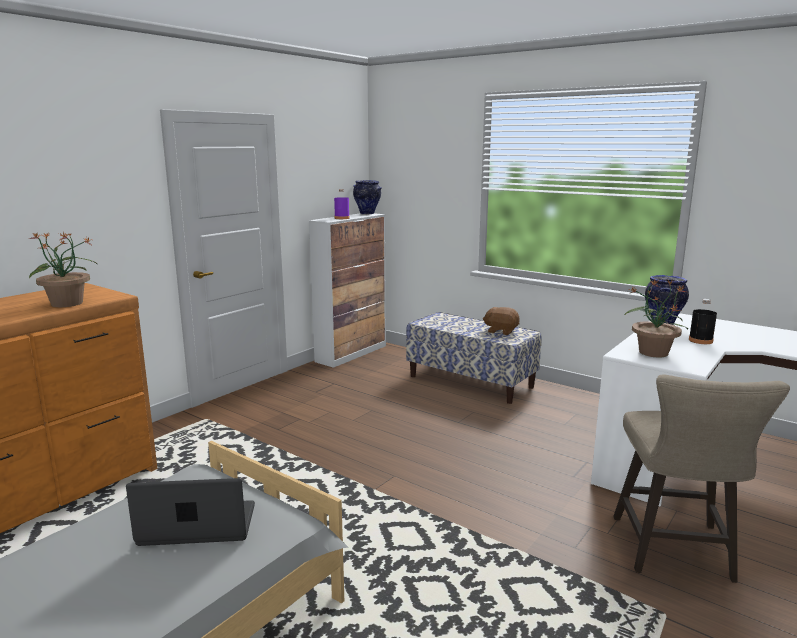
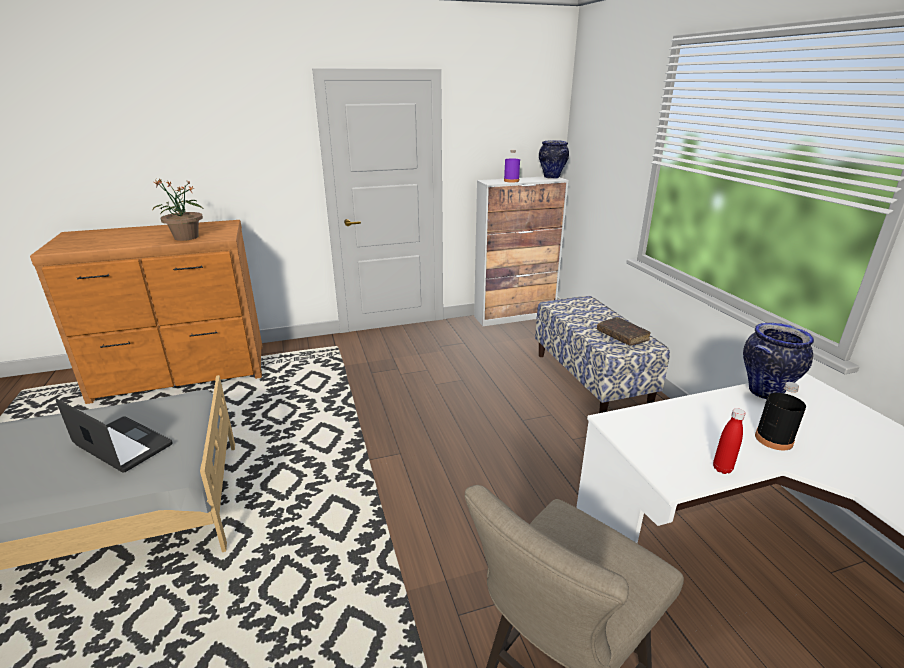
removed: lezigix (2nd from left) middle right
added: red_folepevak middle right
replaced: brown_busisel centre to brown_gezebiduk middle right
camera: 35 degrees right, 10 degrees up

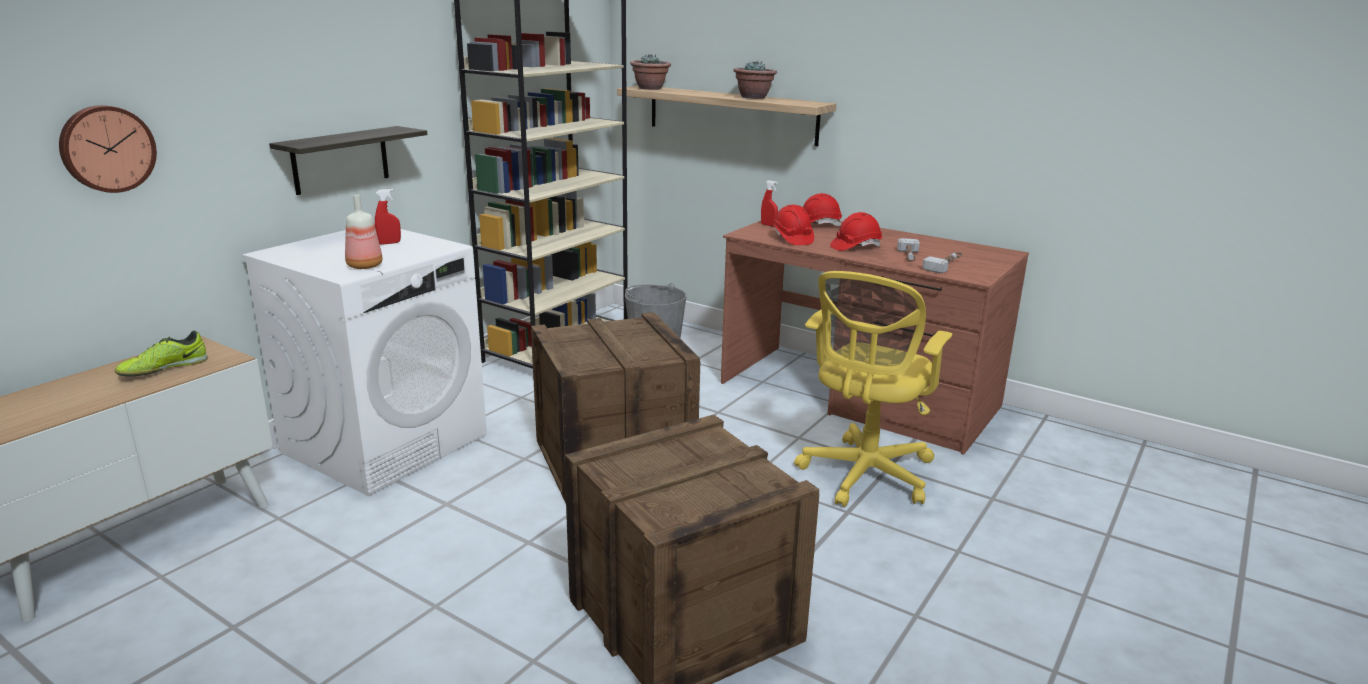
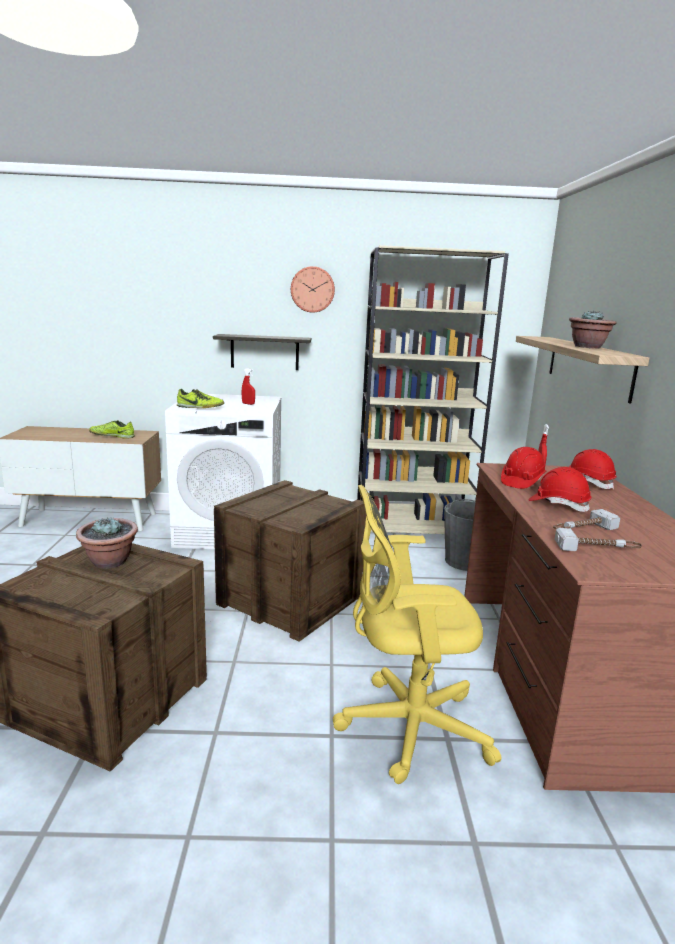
moved: lezigix (1st from left) top centre to middle left; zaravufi top left to top centre
replaced: folepevak middle left to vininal (2nd from left) middle left
camera: 55 degrees right, 5 degrees down

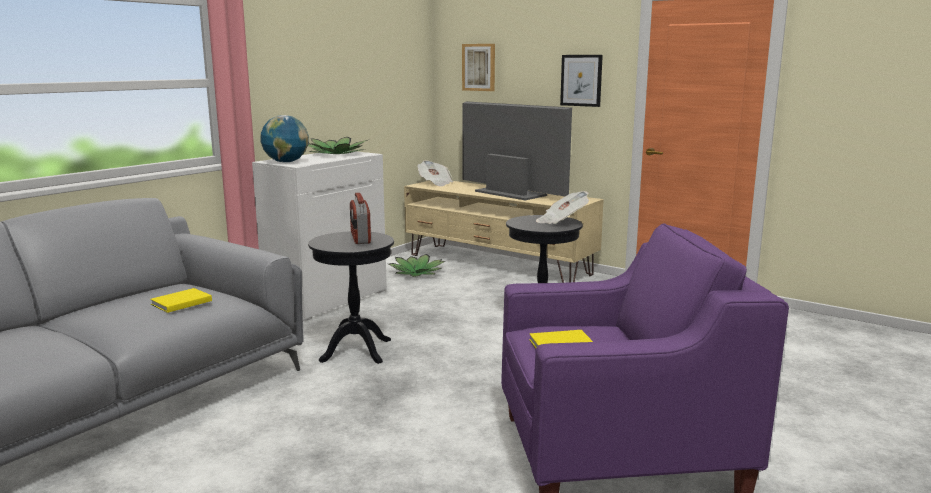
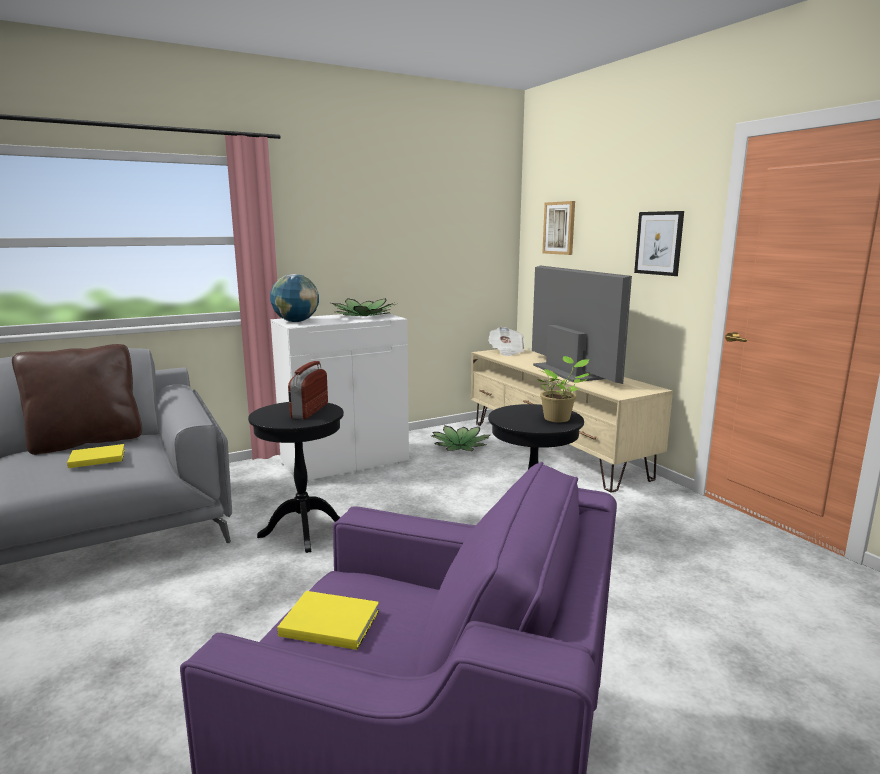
added: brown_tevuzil middle left
replaced: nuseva (2nd from left) centre to lezigix (3rd from left) centre
camera: 25 degrees right, 0 degrees up

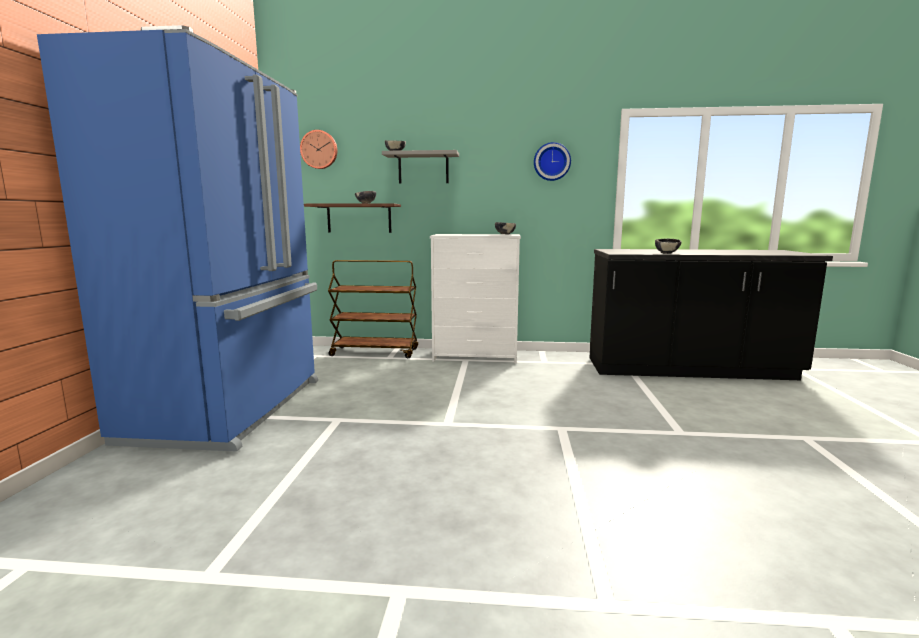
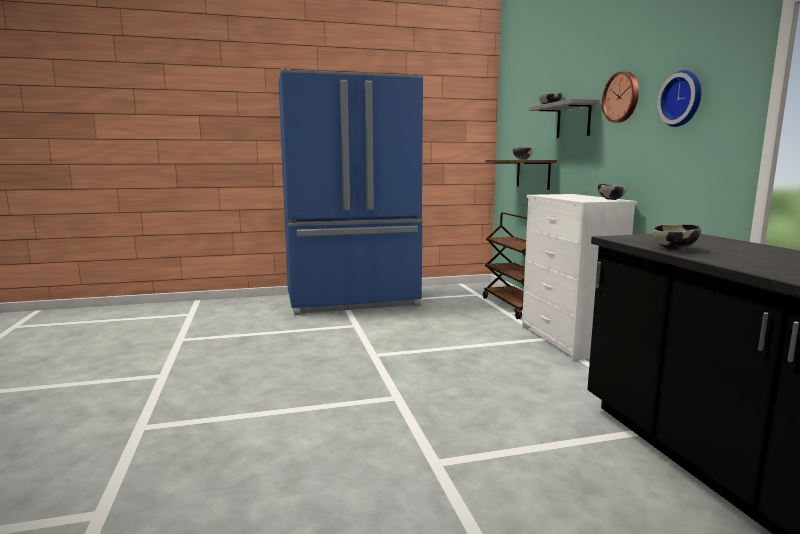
moved: zaravufi (1st from left) top centre to top right
camera: 70 degrees right, 0 degrees up

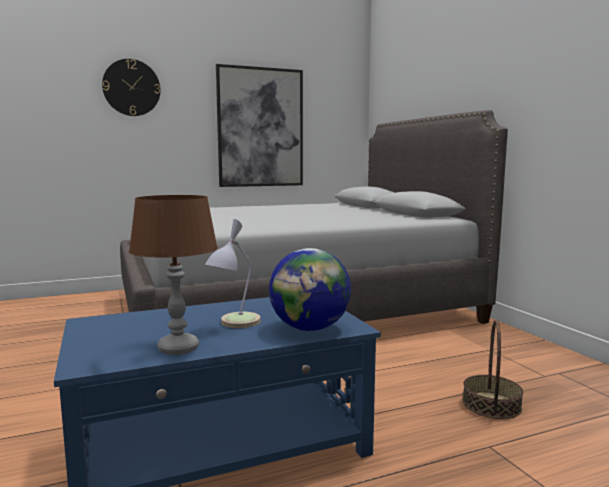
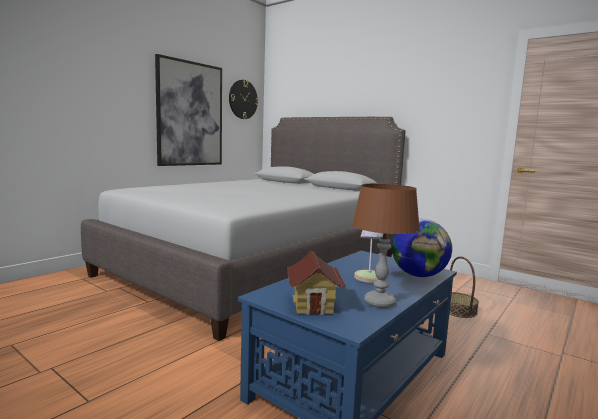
added: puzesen bottom centre
moved: zaravufi top left to top centre
camera: 30 degrees left, 0 degrees up

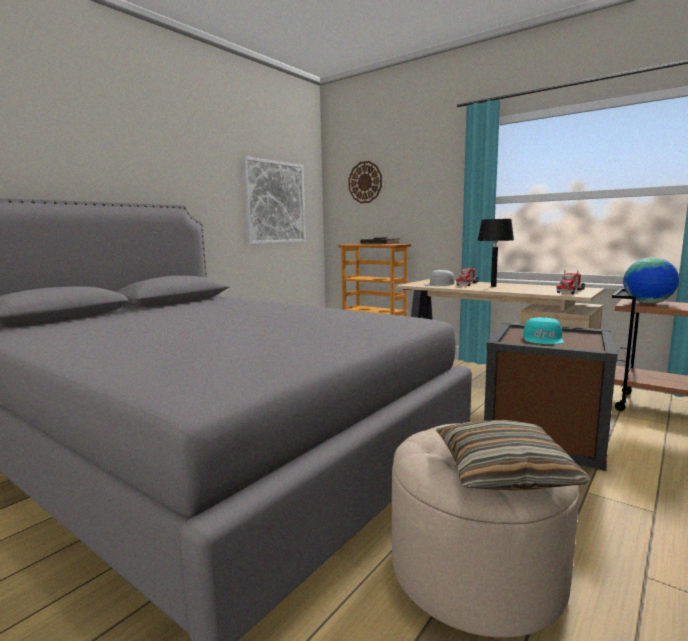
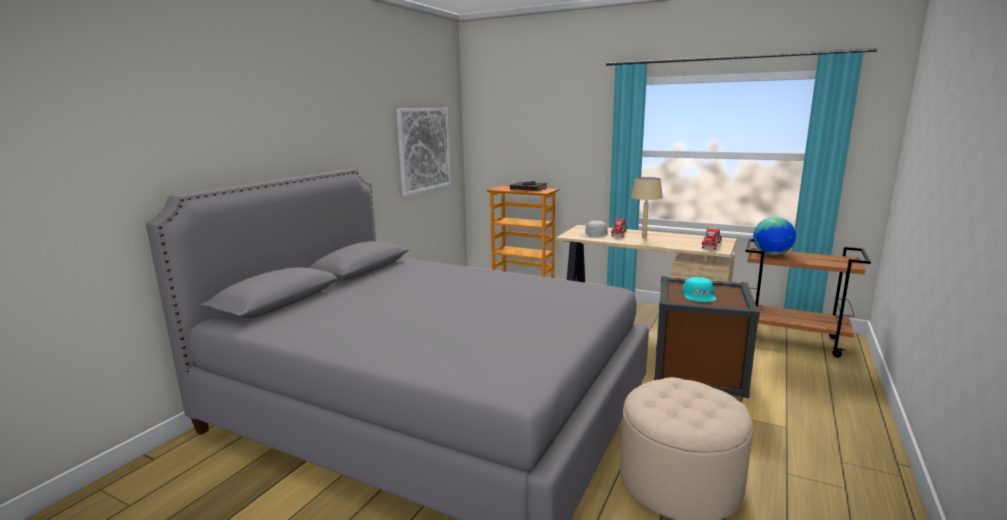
removed: zaravufi top centre; tevuzil bottom right
recoloured: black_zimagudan middle right to beige_zimagudan centre
camera: 10 degrees left, 5 degrees up

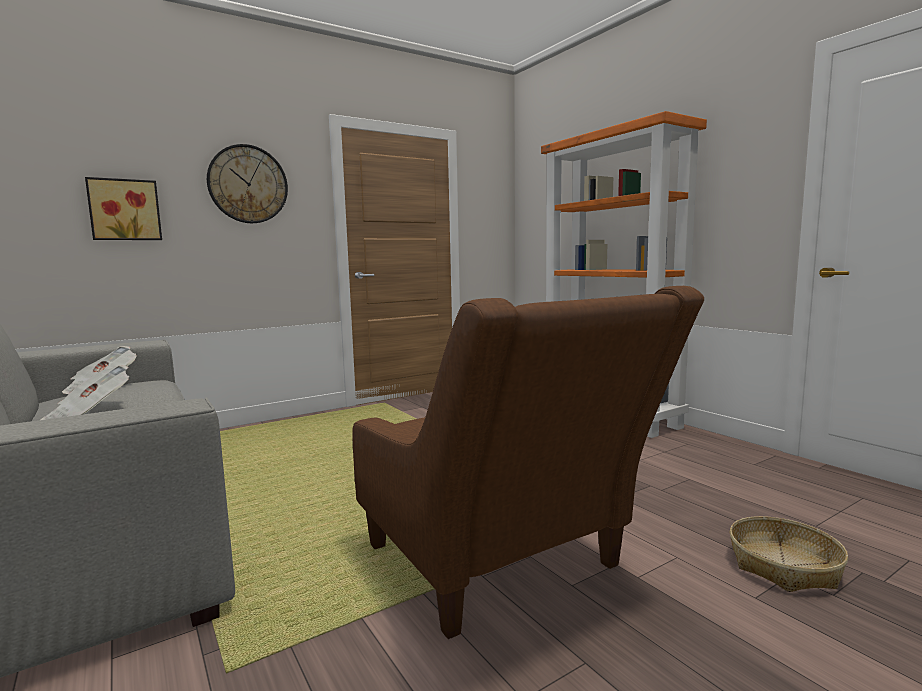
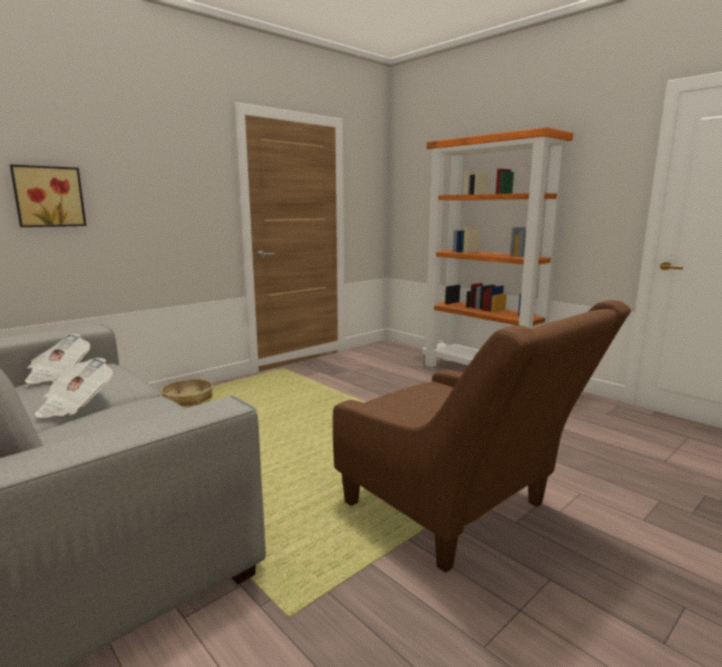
removed: zaravufi top left
moved: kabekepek bottom right to middle left
camera: 10 degrees left, 5 degrees up

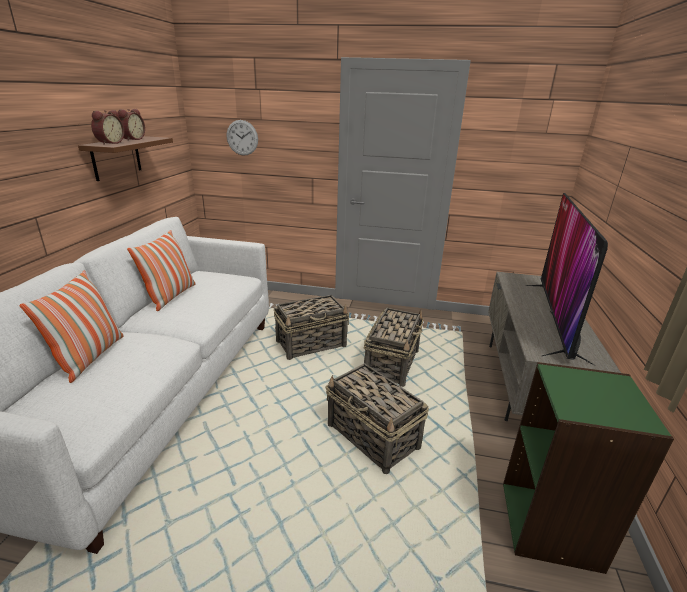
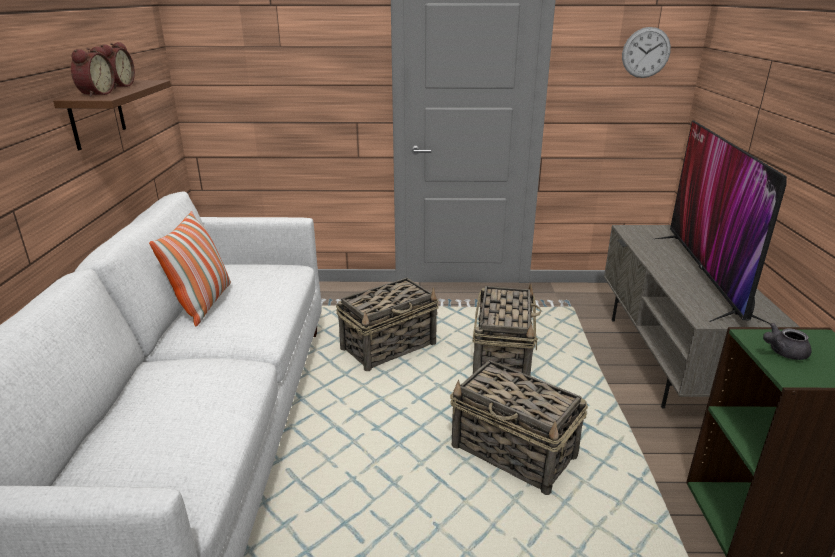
removed: tevuzil (1st from left) middle left
added: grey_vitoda middle right
moved: zaravufi top centre to top right
camera: 10 degrees left, 0 degrees up

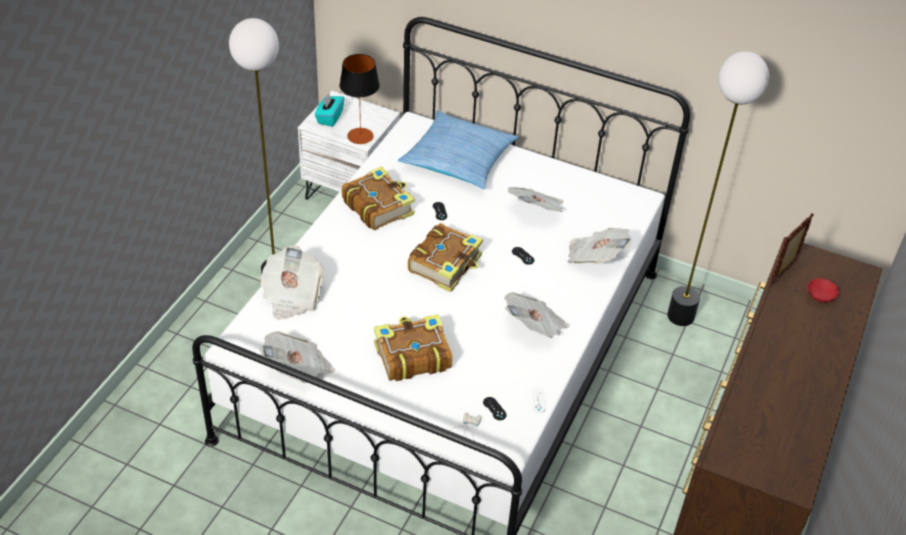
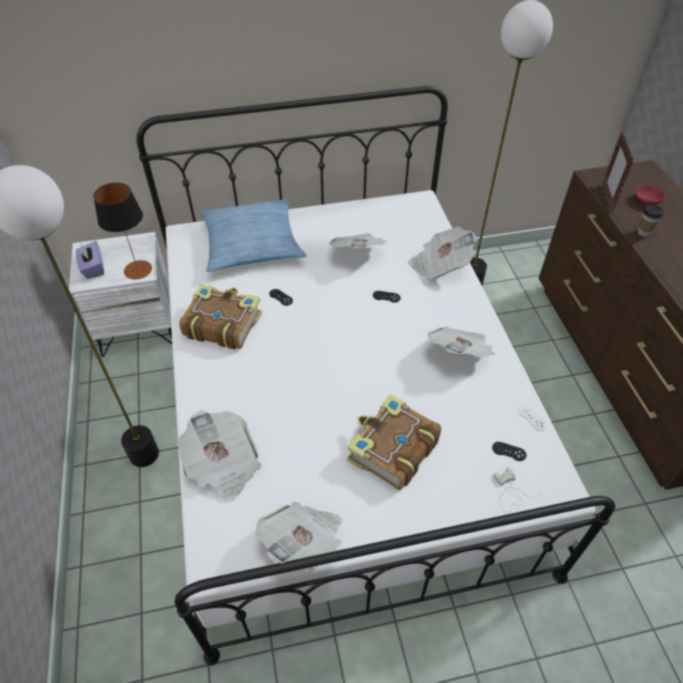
removed: gezebiduk (3rd from left) centre
added: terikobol top right
recoloured: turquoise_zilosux top centre to purple_zilosux middle left
camera: 35 degrees left, 5 degrees up

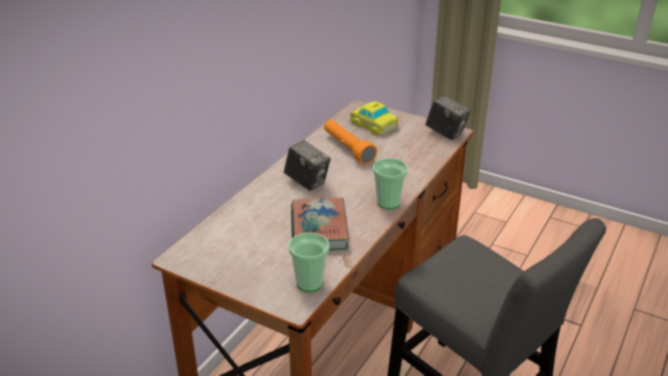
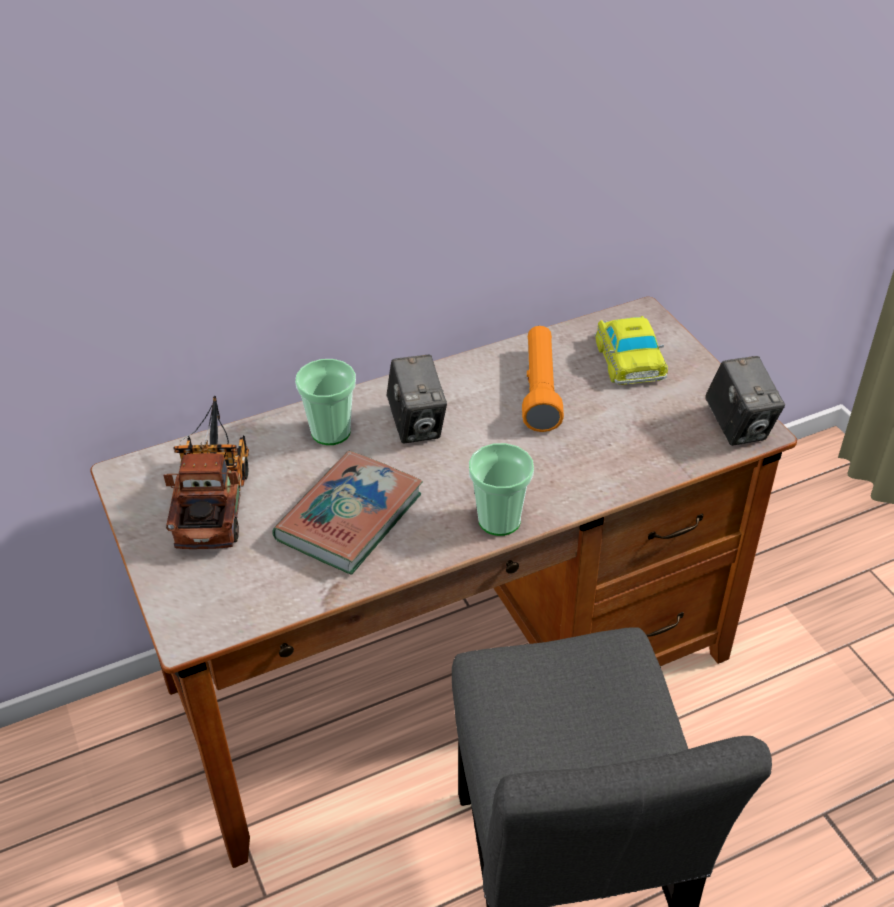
added: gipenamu middle left
moved: terikobol (1st from left) bottom centre to centre
camera: 35 degrees right, 10 degrees up

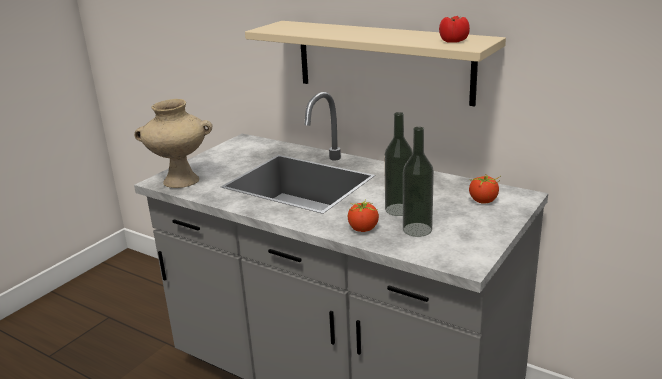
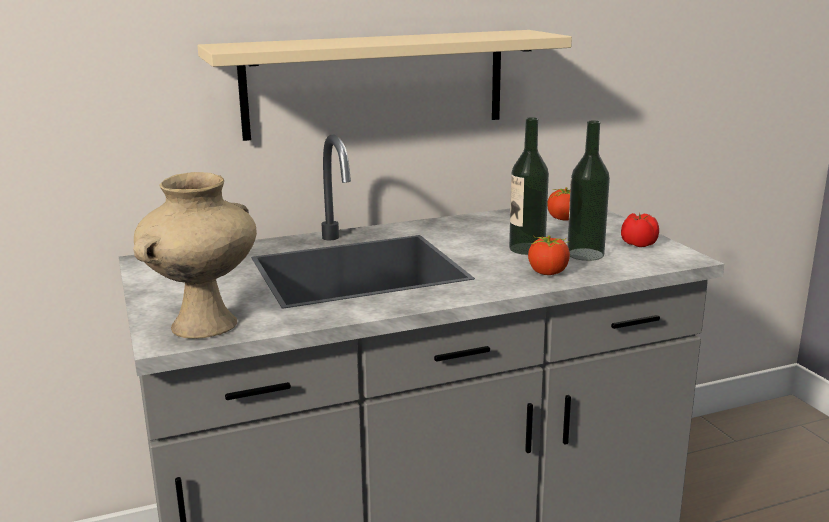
moved: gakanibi (2nd from left in the first image) top right to gakanibi (3rd from left) middle right
camera: 55 degrees left, 5 degrees down

